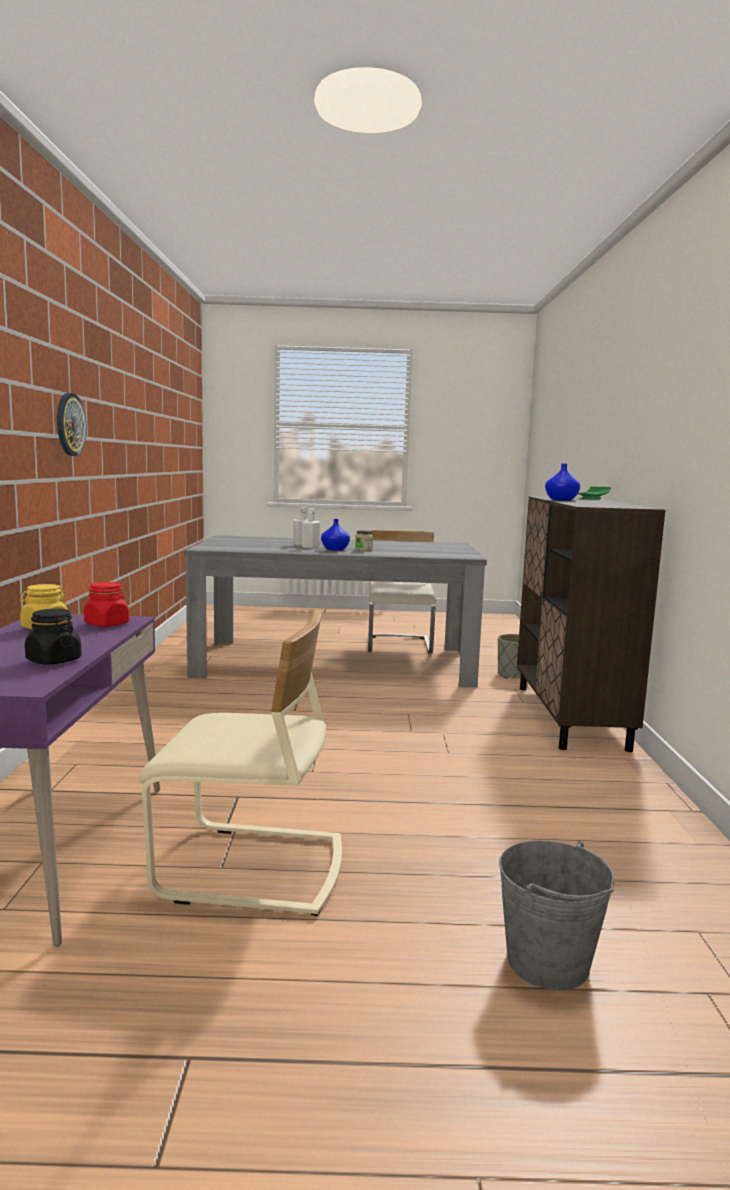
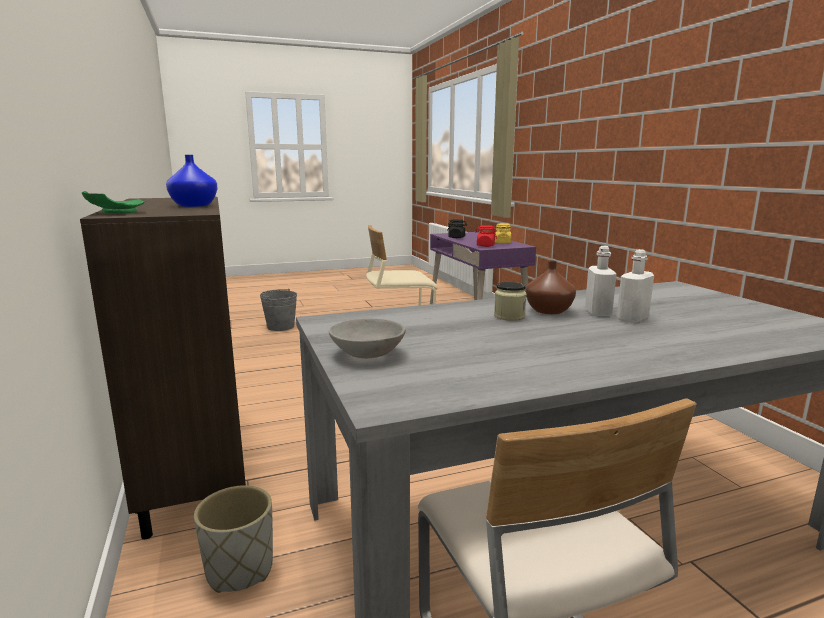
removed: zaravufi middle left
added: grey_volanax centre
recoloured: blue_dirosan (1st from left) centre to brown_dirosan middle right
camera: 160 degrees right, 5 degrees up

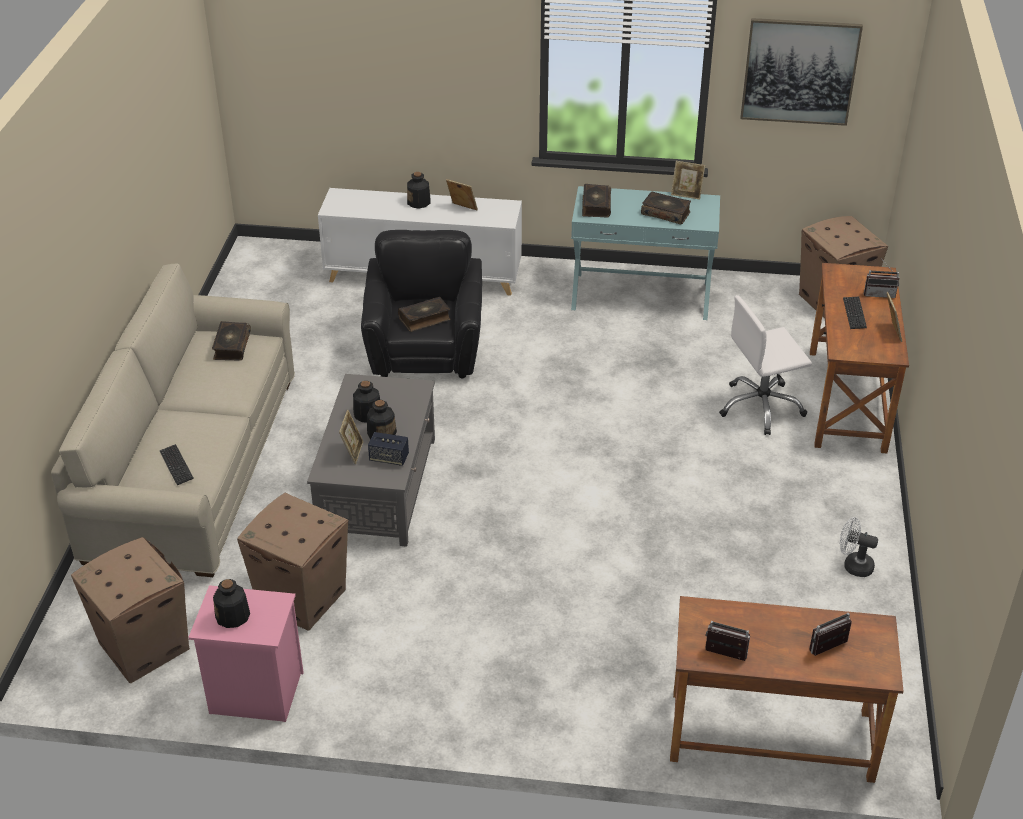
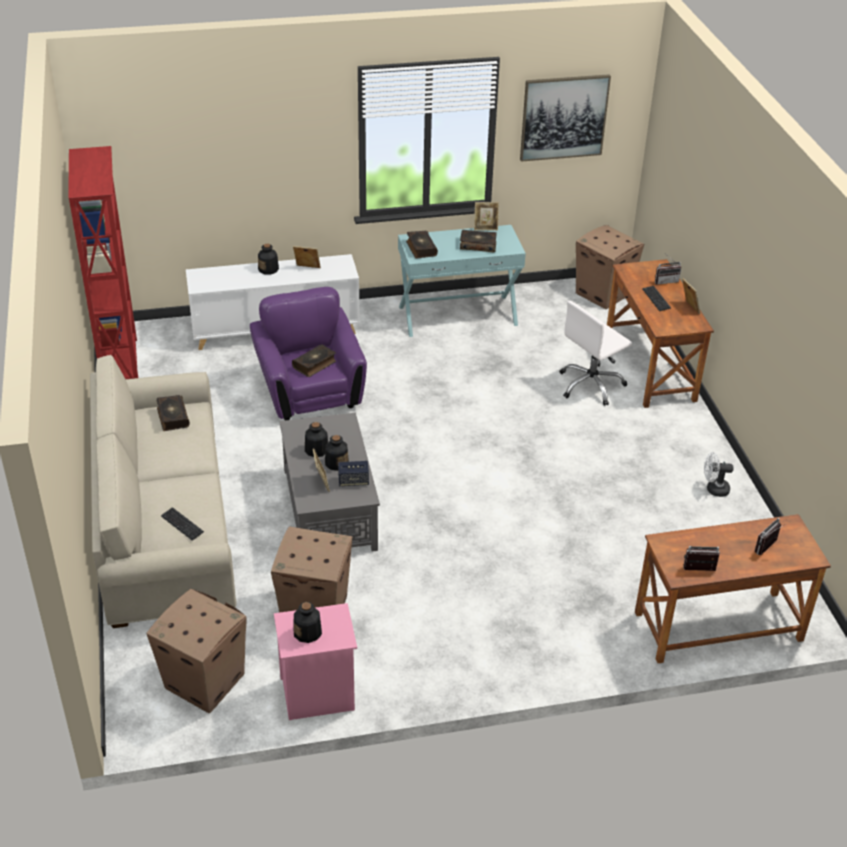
added: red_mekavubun top left
recoloured: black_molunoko centre to purple_molunoko centre
camera: 20 degrees left, 0 degrees up

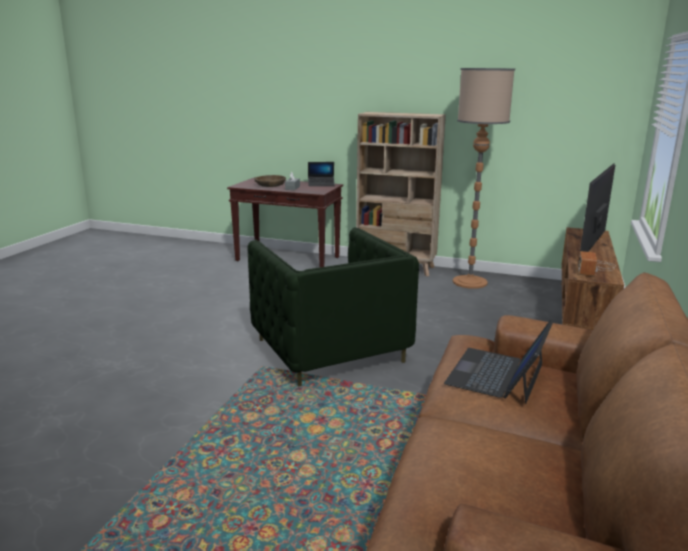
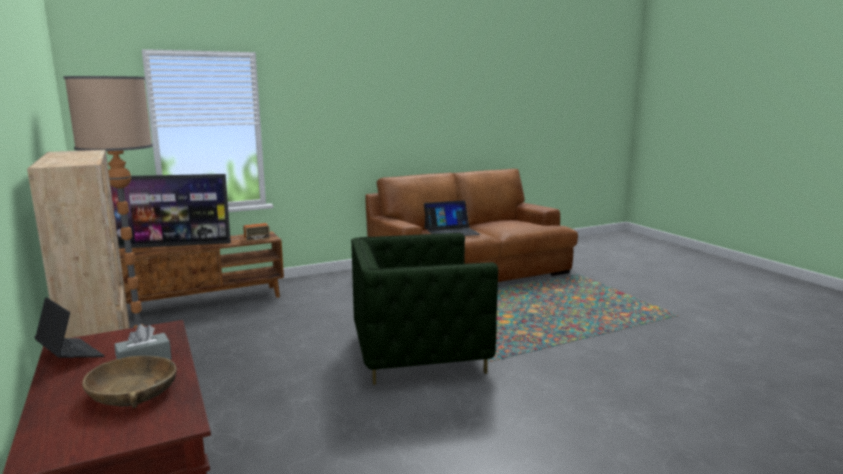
turned: green_molunoko centre = centre 120 degrees counterclockwise
camera: 135 degrees left, 5 degrees down

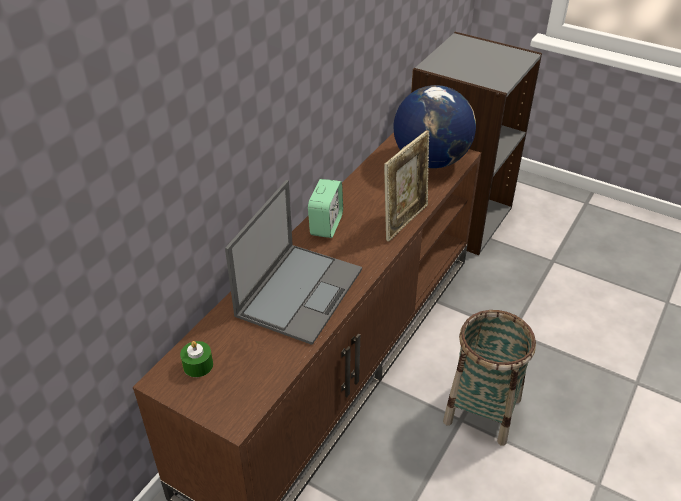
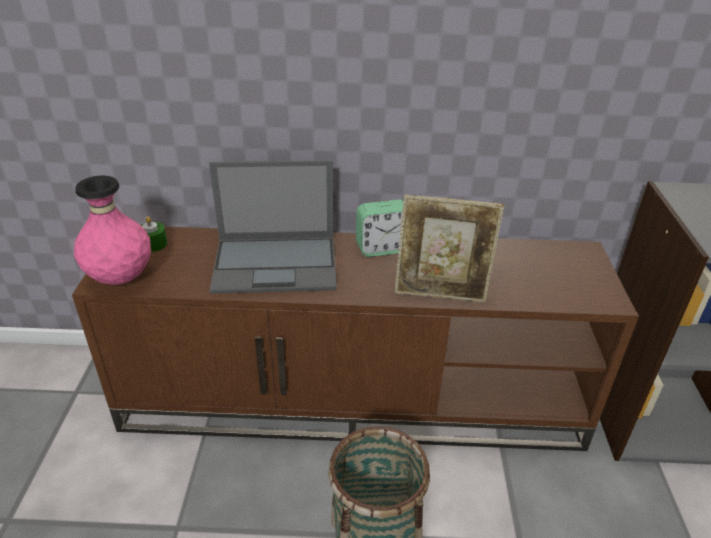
removed: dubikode top centre
added: pink_dirosan middle left
camera: 60 degrees right, 5 degrees down

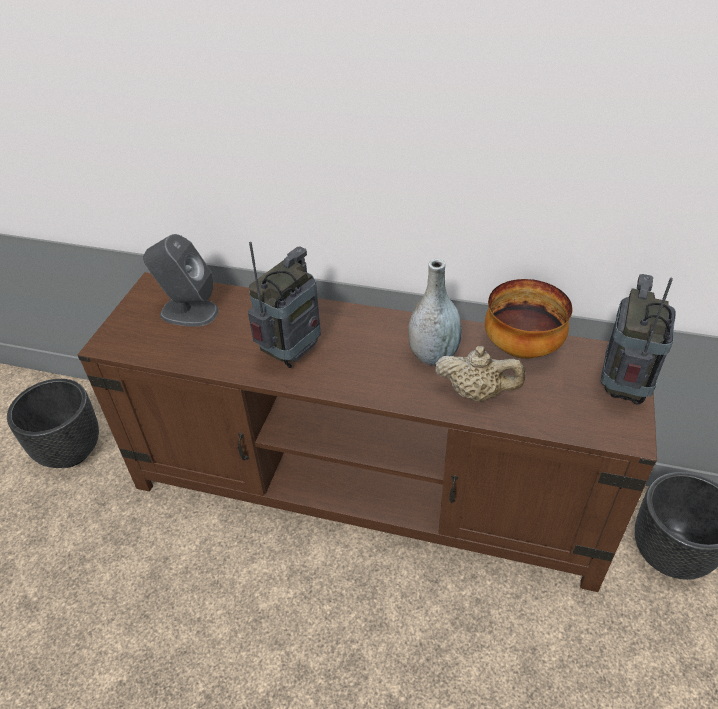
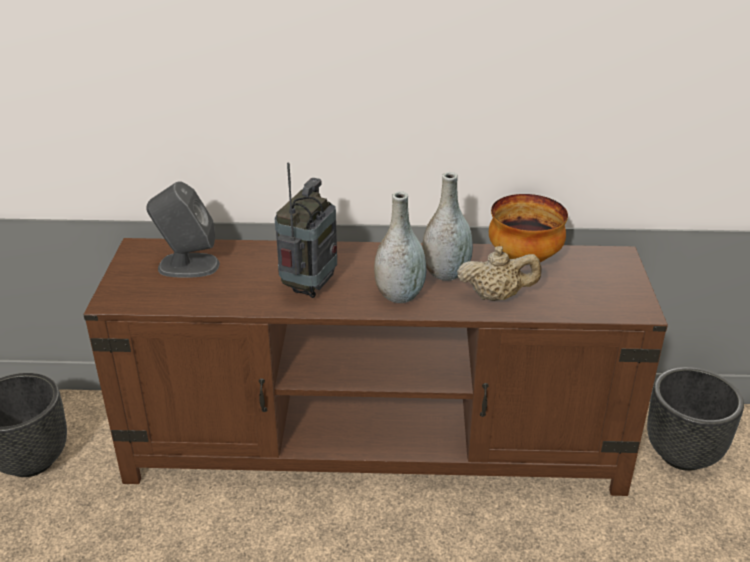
removed: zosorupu (2nd from left) middle right
added: grey_dirosan (1st from left) centre
camera: 15 degrees left, 10 degrees down

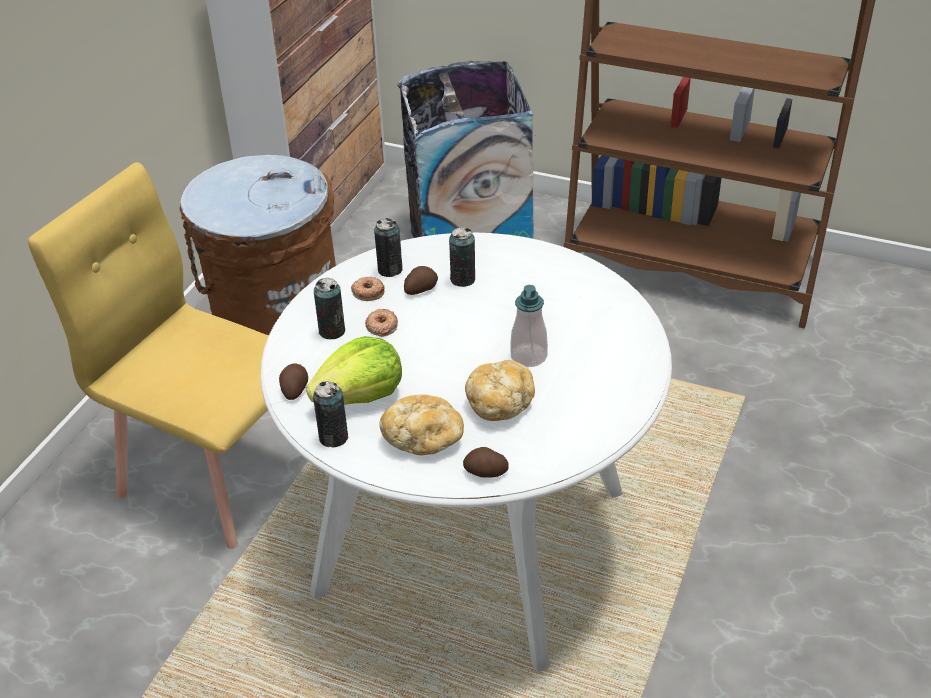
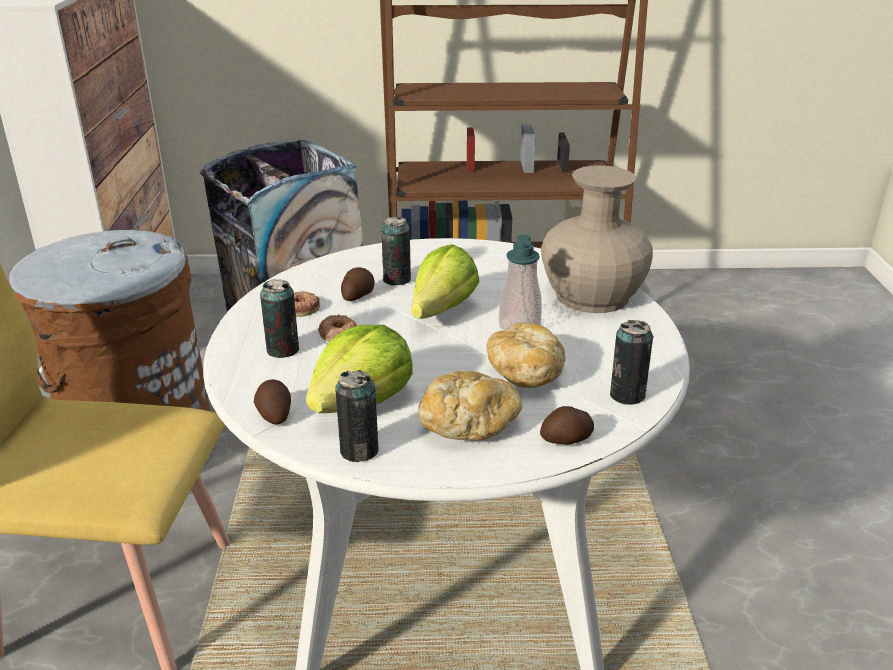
added: beige_dirosan middle right; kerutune (2nd from left) centre
moved: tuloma (3rd from left in the first image) centre to tuloma (4th from left) middle right
camera: 25 degrees left, 10 degrees down

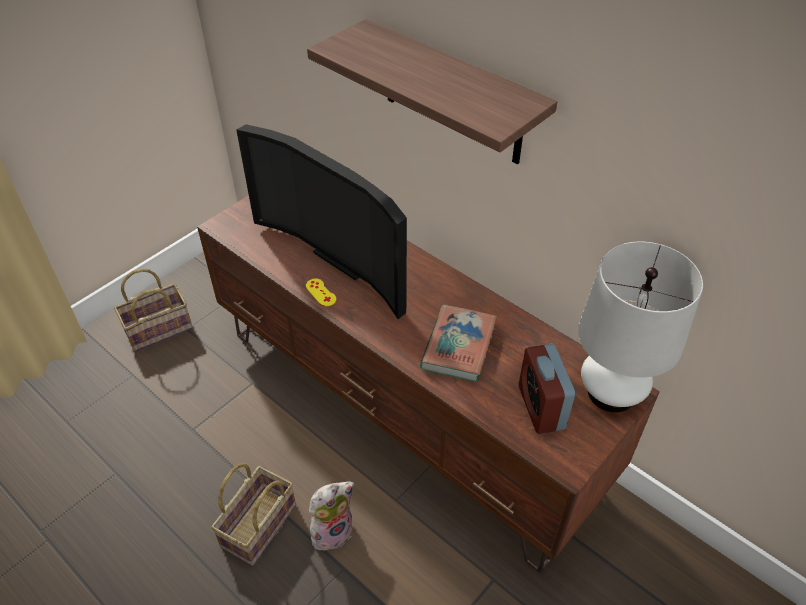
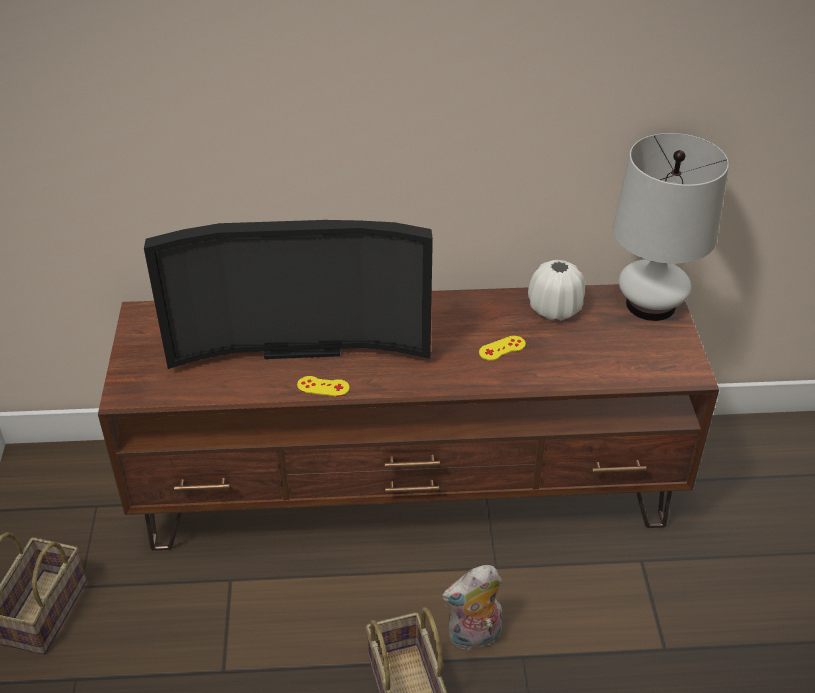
removed: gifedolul top centre; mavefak middle right
added: white_dirosan middle right
replaced: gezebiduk centre to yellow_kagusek (2nd from left) centre
turned: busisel bottom centre = bottom centre 120 degrees counterclockwise
camera: 45 degrees left, 5 degrees down

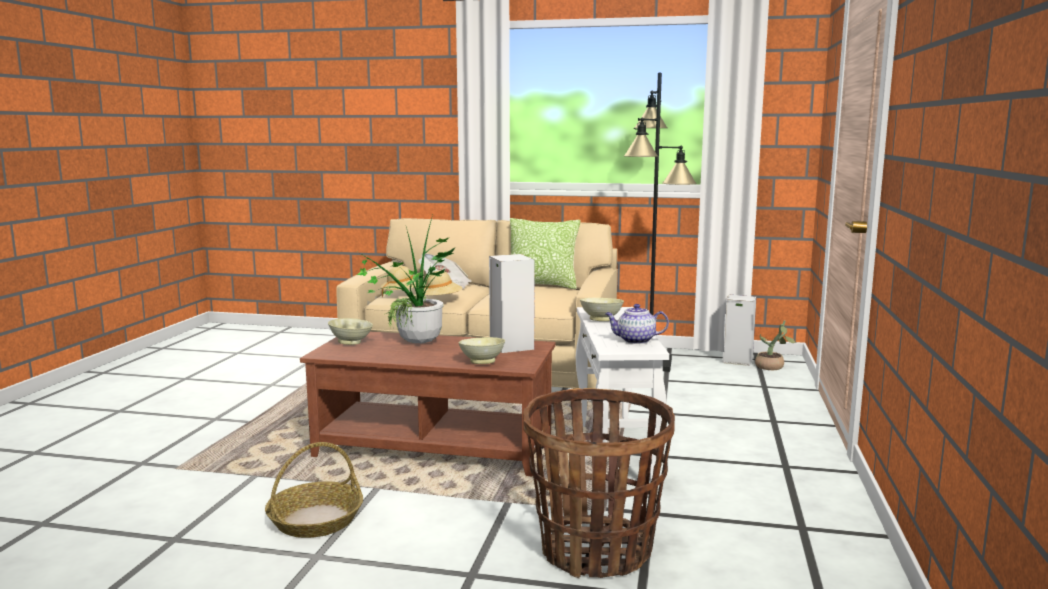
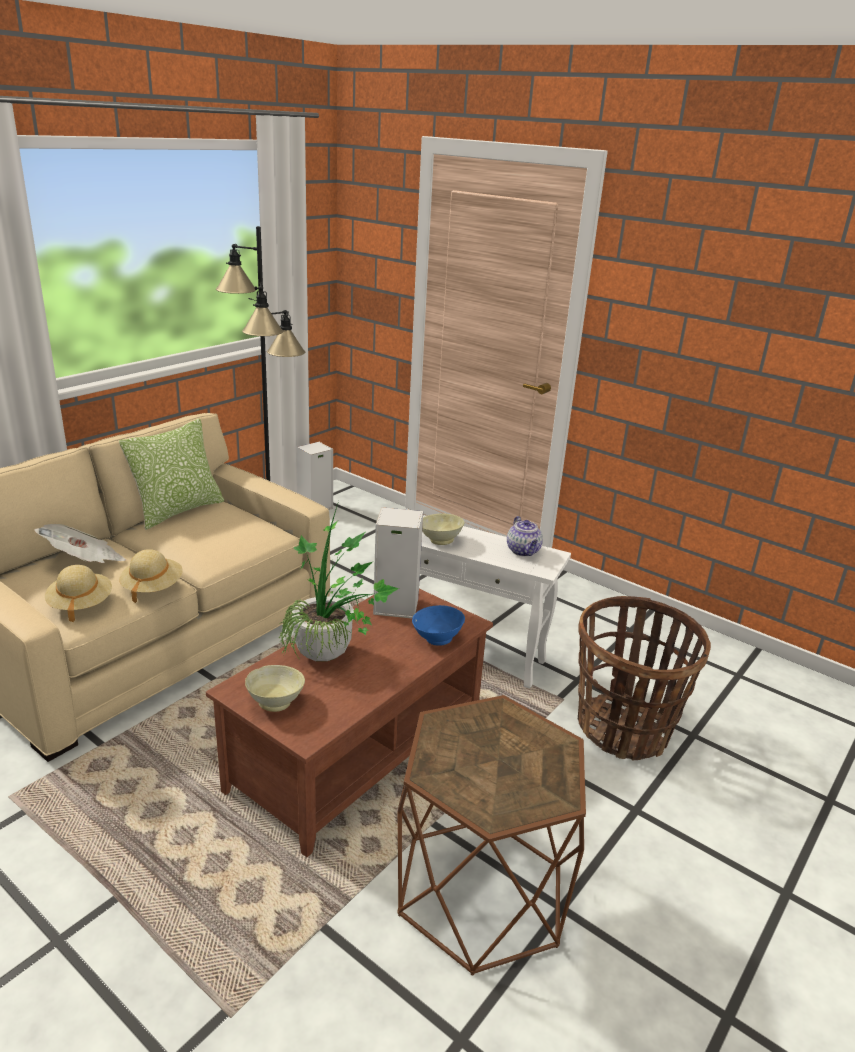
removed: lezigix (2nd from left) middle right
replaced: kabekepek (1st from left) bottom left to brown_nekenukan bottom centre
recoloured: beige_volanax (2nd from left) centre to blue_volanax centre
turned: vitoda centre = centre 45 degrees counterclockwise
camera: 65 degrees left, 15 degrees up

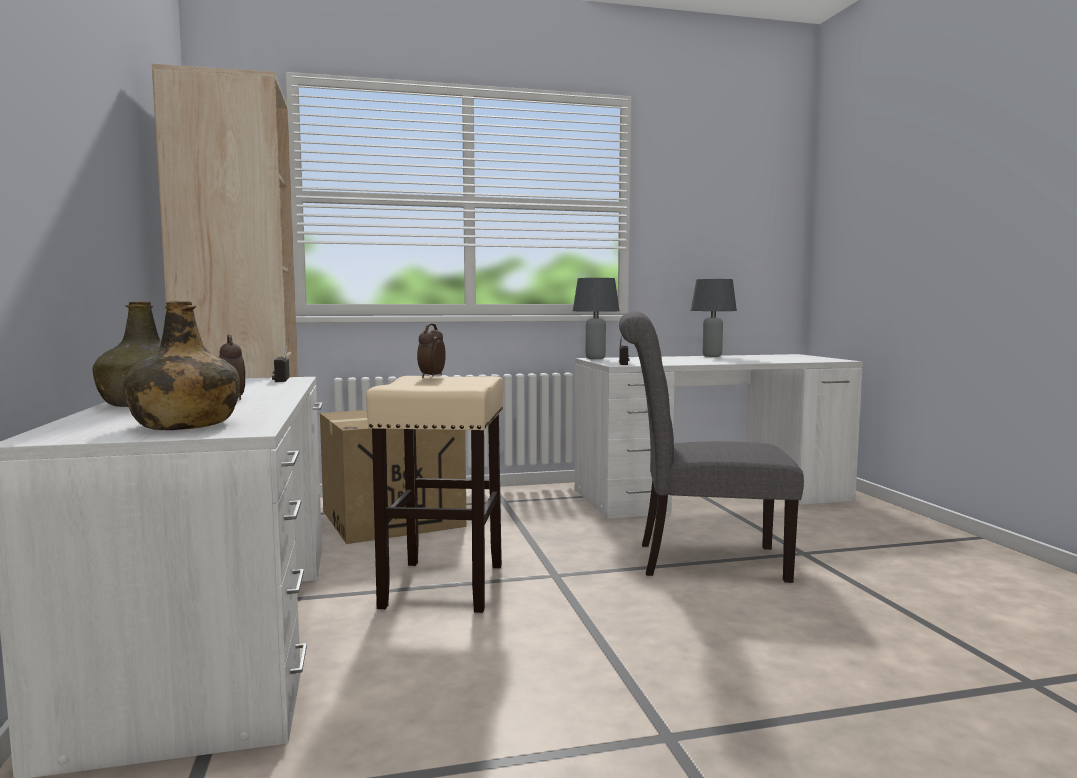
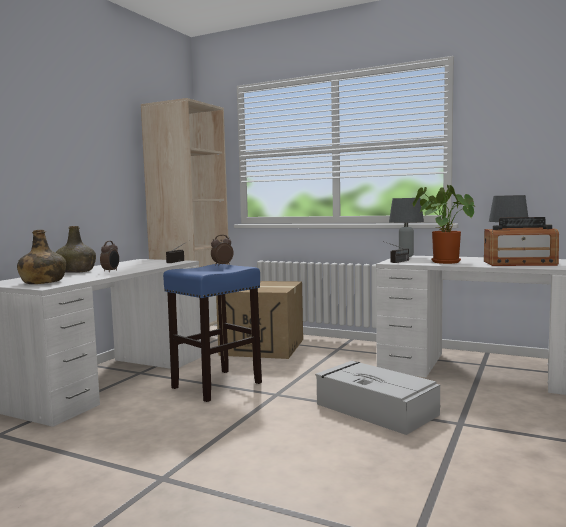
added: lezigix middle right; zosorupu (3rd from left) middle right
replaced: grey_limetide centre to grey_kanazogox bottom right
recoloured: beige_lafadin centre to blue_lafadin centre
camera: 40 degrees right, 0 degrees up

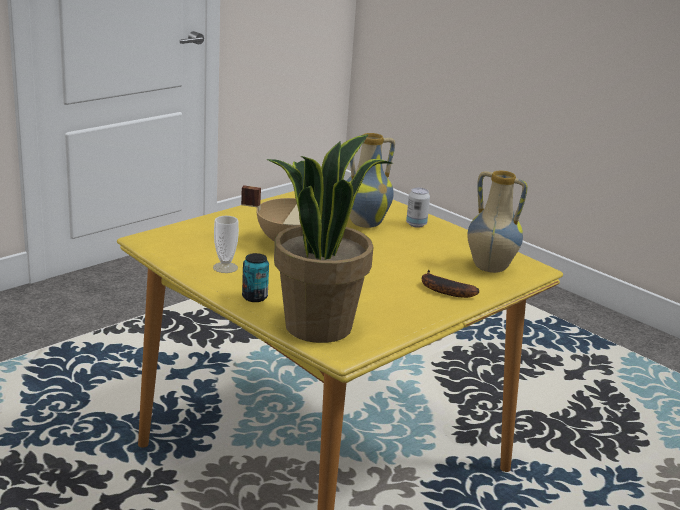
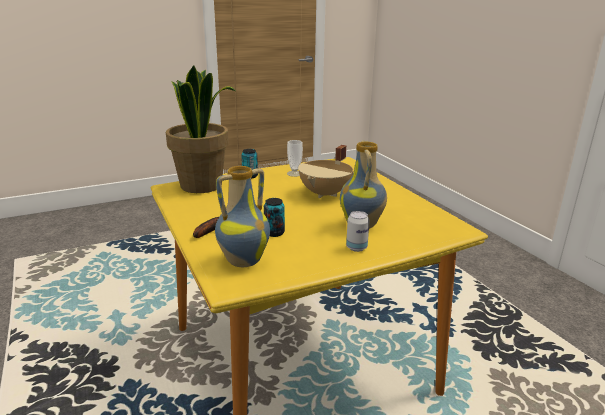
added: tuloma (2nd from left) centre
camera: 110 degrees right, 0 degrees up

